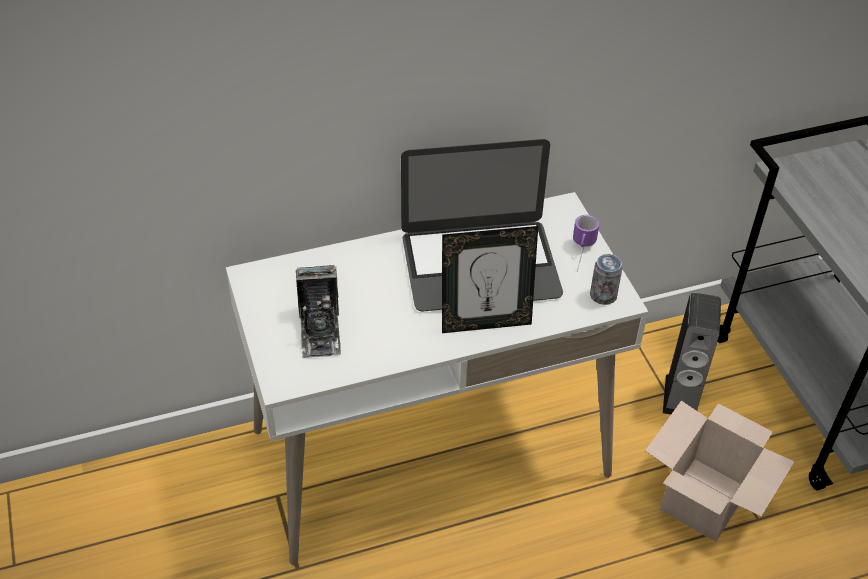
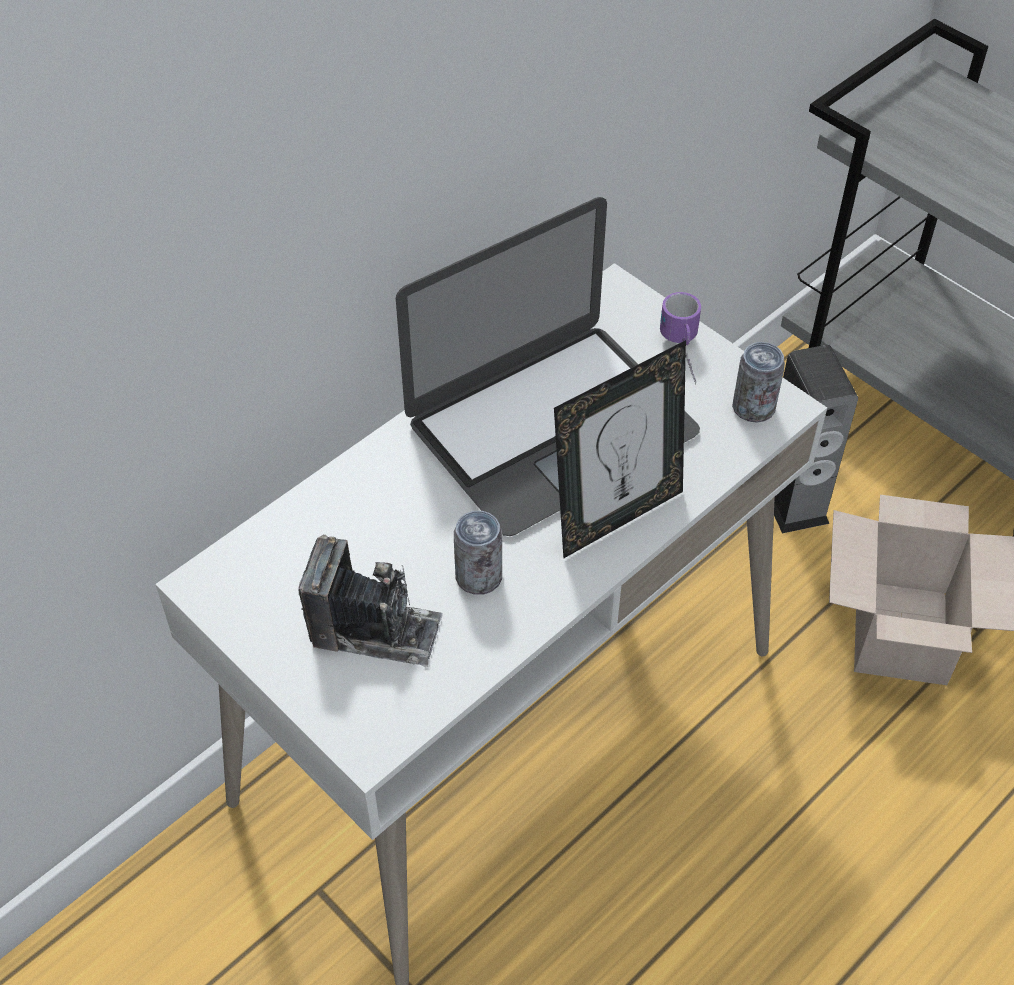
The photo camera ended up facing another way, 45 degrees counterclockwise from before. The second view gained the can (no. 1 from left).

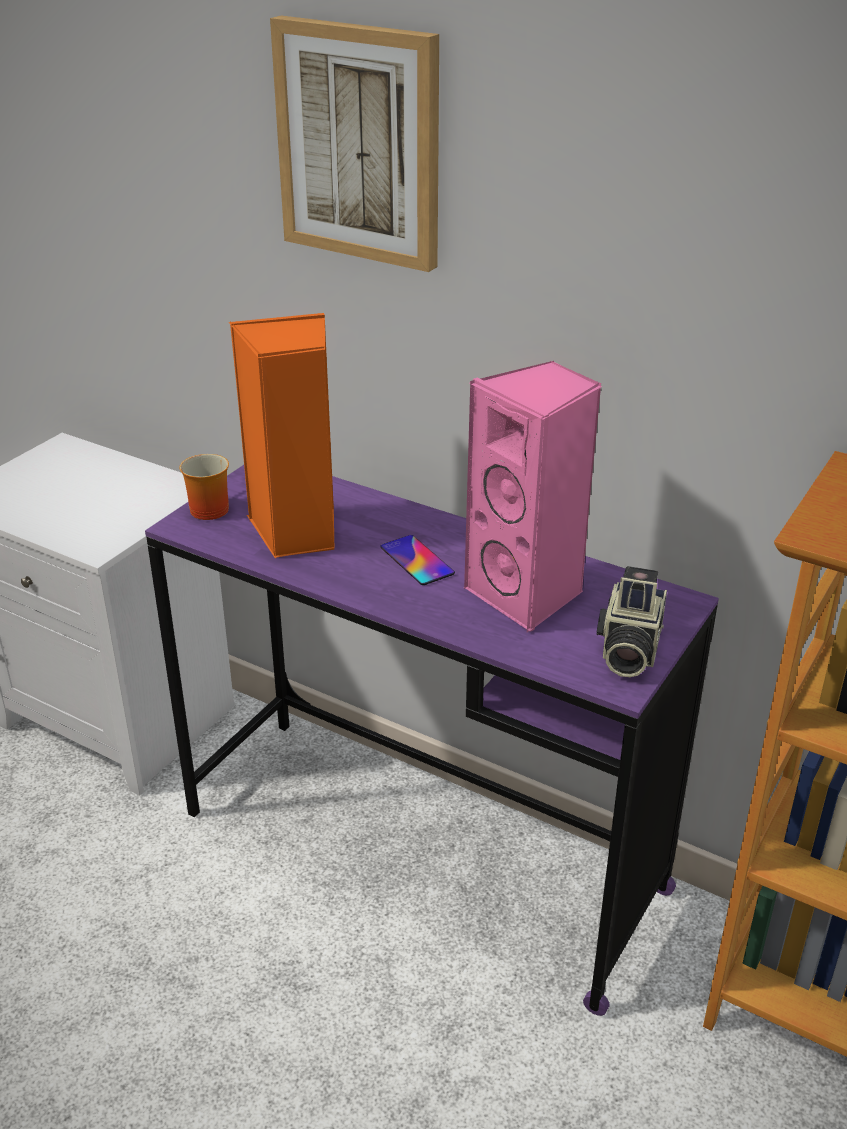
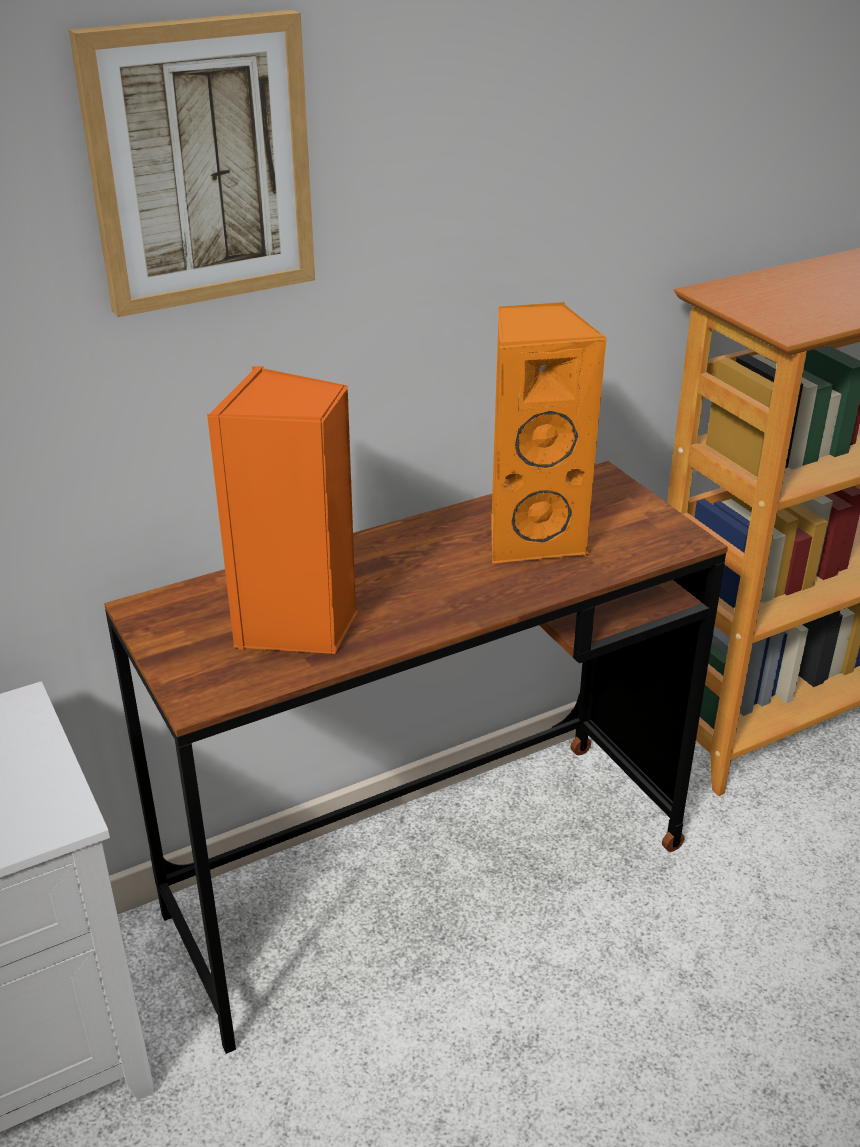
What was the pink speaker turned into the orange speaker (no. 2 from left). The second view lost the coffee mug. What was the purplish desk table turned into the brown desk table. The second view lost the telephone. The second view lost the photo camera.

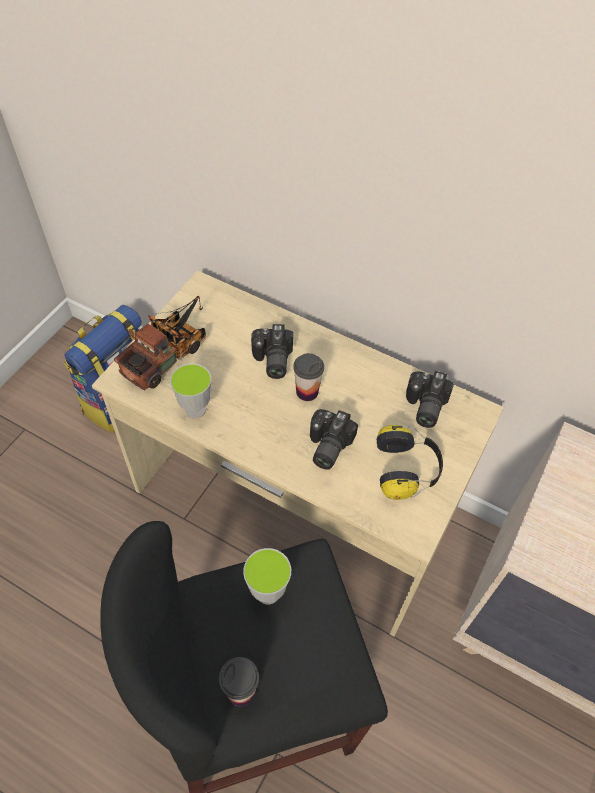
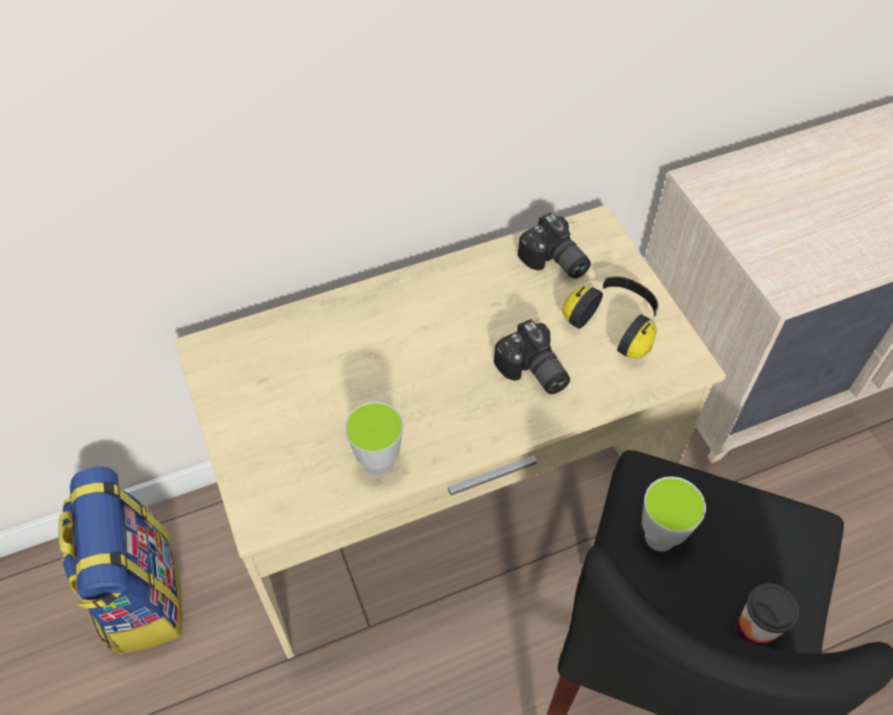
The second view lost the toy lorry. The second view lost the photo camera (no. 1 from left). The second view lost the drinking cup (no. 4 from left).

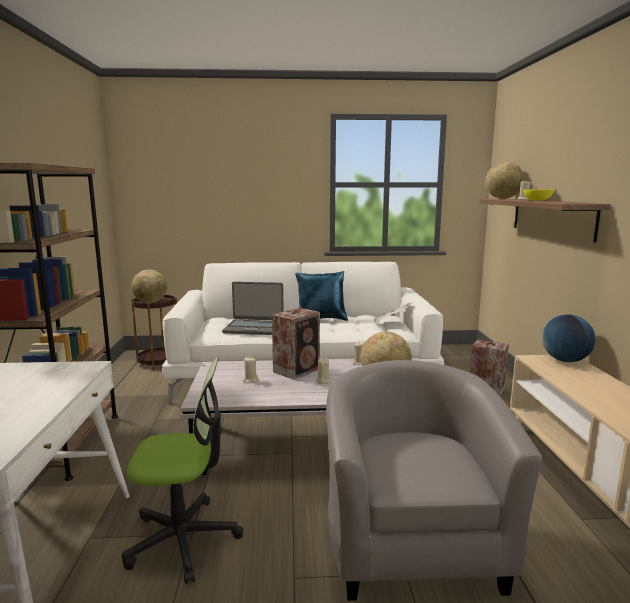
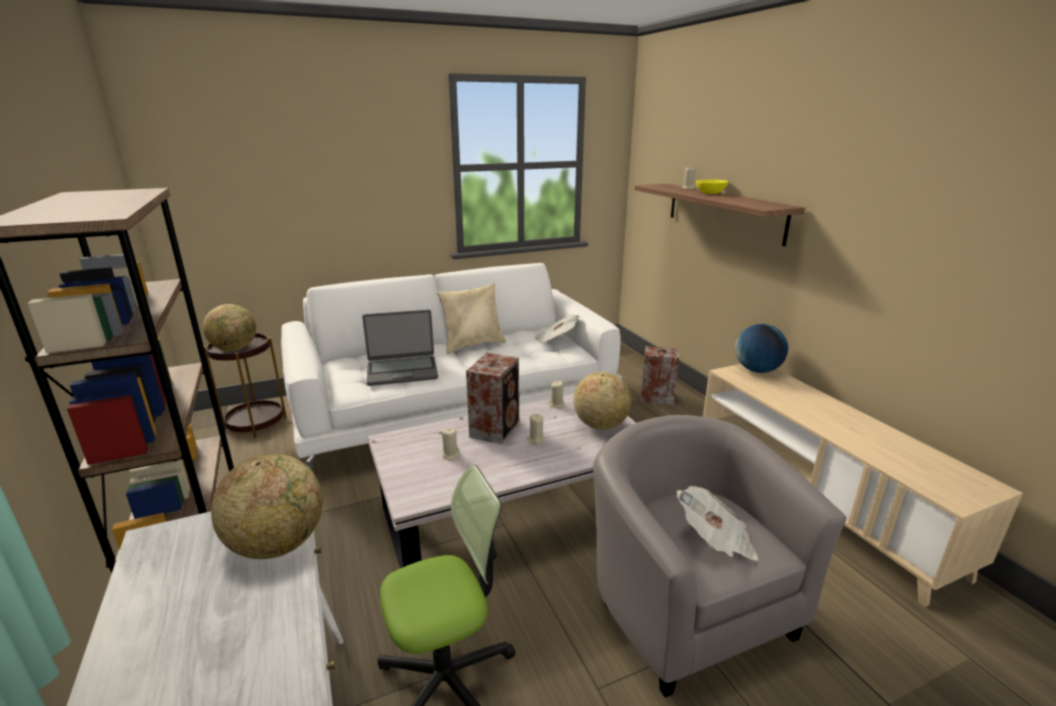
The world globe (no. 3 from left in the first image) ended up elsewhere. What was the blue cushion turned into the sand-coloured cushion. The second view gained the newspaper (no. 2 from left).

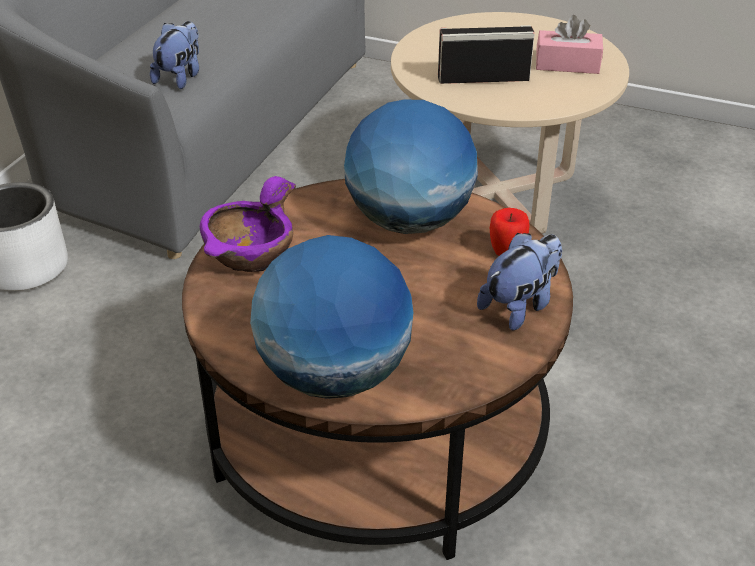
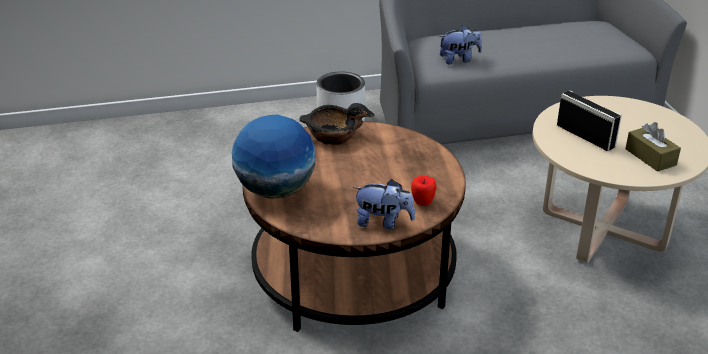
What was the pink tissue holder turned into the brown tissue holder. The second view lost the world globe (no. 2 from left). What was the purplish bowl turned into the black-coloured bowl.

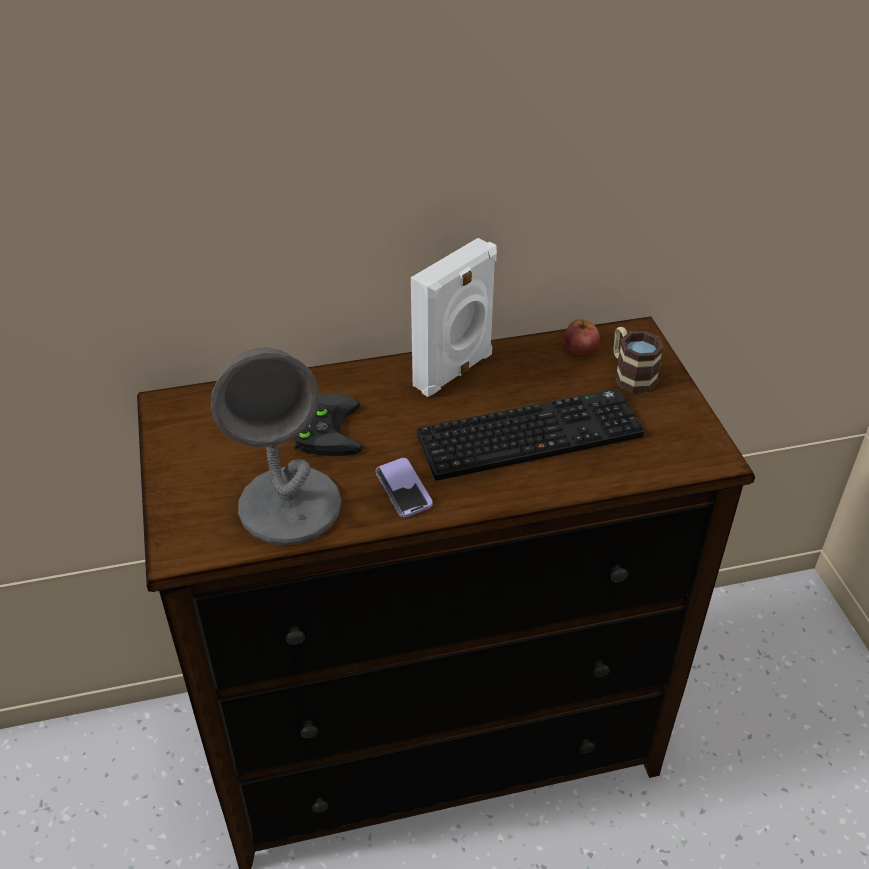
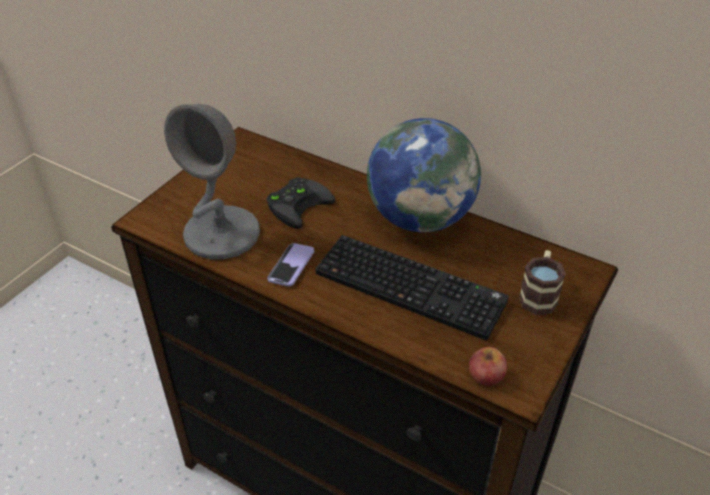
Where the white speaker stood, the world globe came to stand. The whole apple ended up elsewhere.

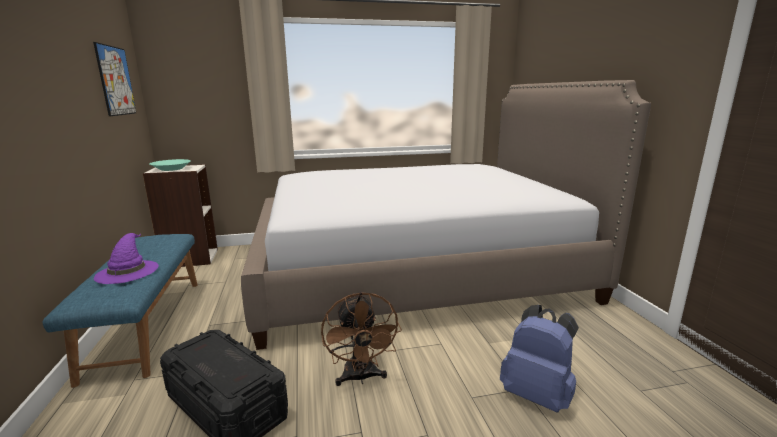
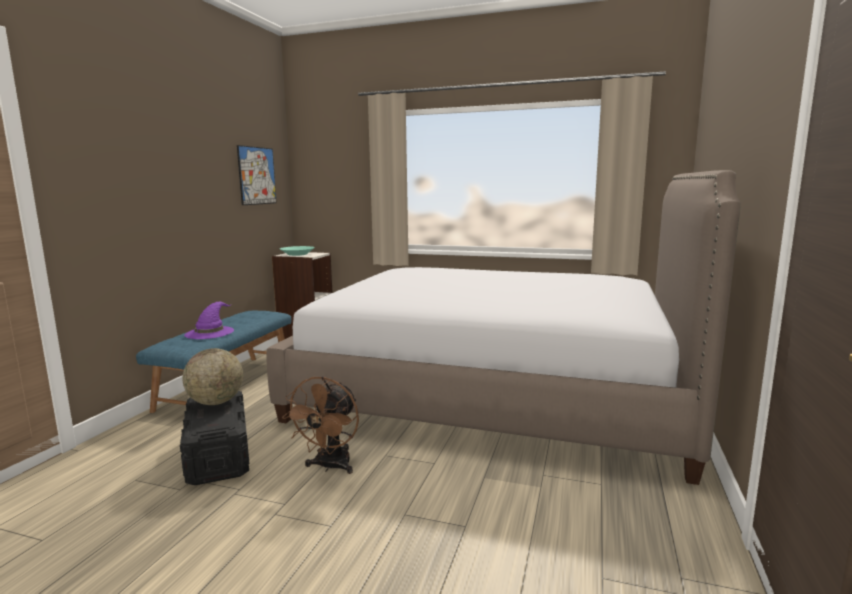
The second view lost the blue backpack. The second view gained the world globe.

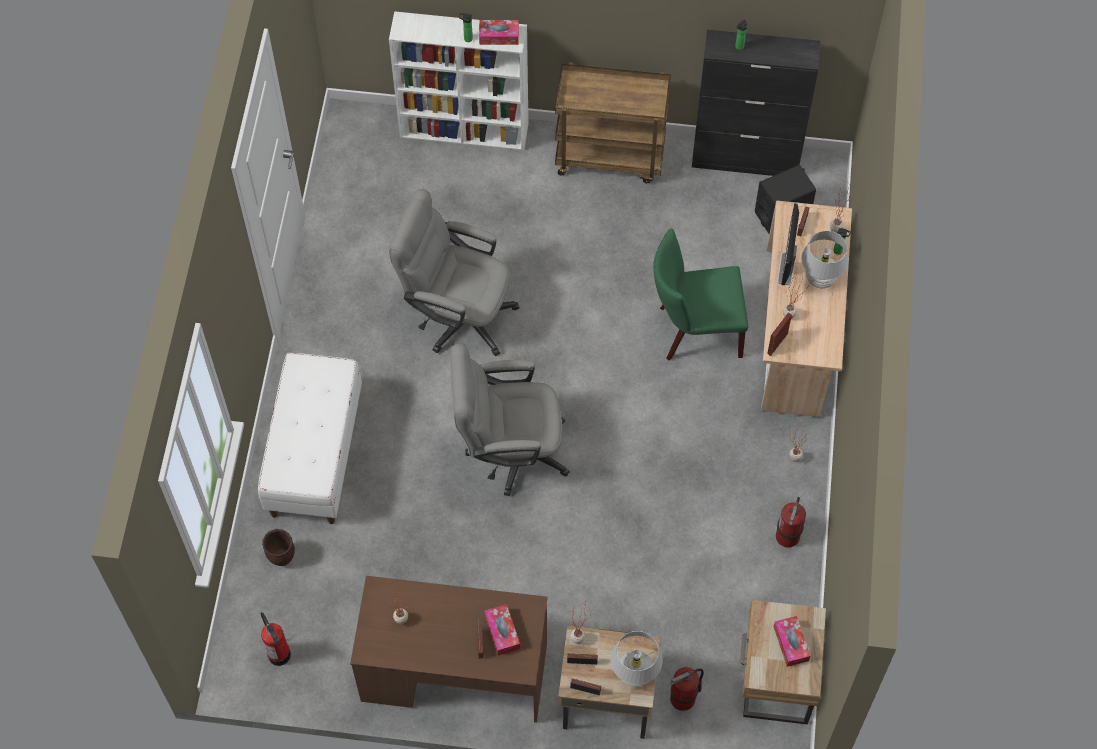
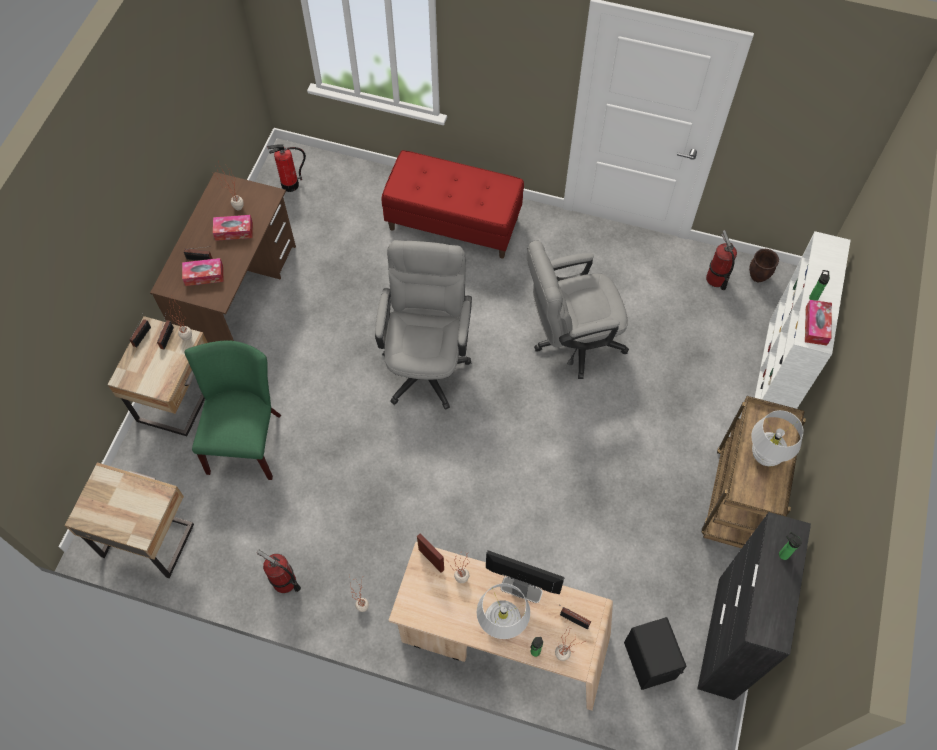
The greyish computer chair (no. 1 from left in the first image) ended up facing another way, 135 degrees counterclockwise from before. The green-coloured plain chair ended up elsewhere. What was the white long seat turned into the red-coloured long seat. The brown plant pot ended up elsewhere. The tissue holder (no. 3 from left in the first image) ended up elsewhere. The white table lamp (no. 1 from left in the first image) ended up elsewhere. The extinguisher (no. 2 from left in the first image) ended up elsewhere.

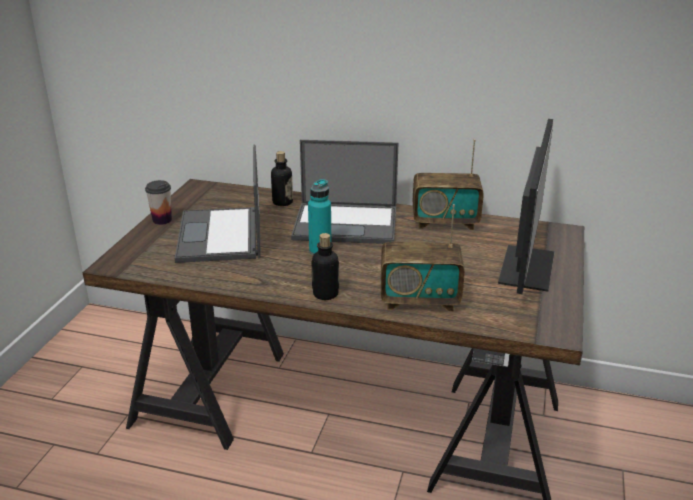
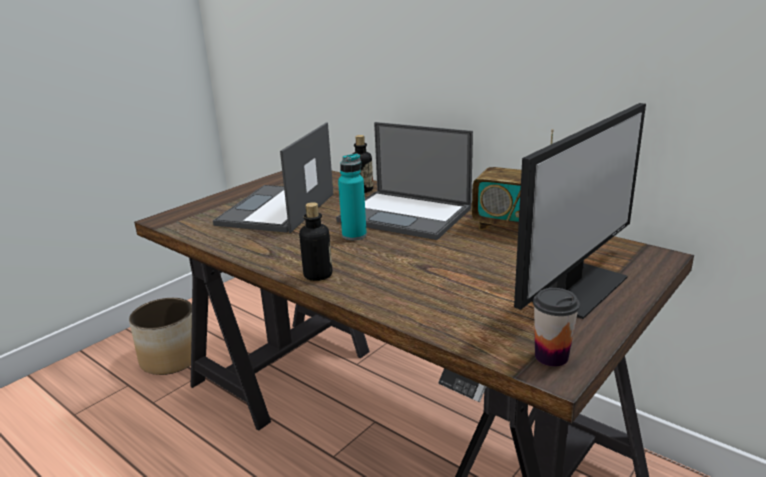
The drinking cup ended up elsewhere. The second view lost the radio receiver (no. 1 from left). The second view gained the plant pot.

